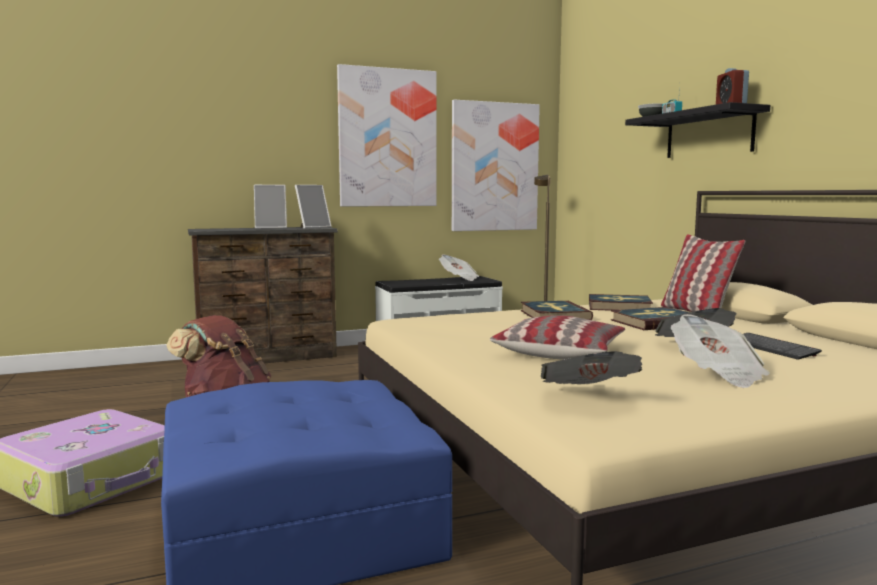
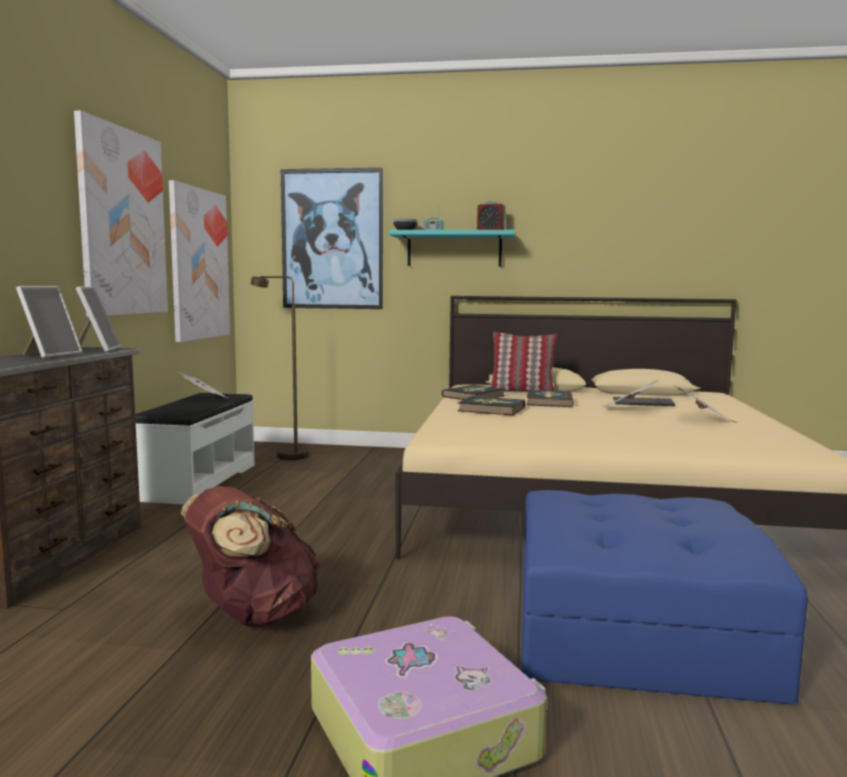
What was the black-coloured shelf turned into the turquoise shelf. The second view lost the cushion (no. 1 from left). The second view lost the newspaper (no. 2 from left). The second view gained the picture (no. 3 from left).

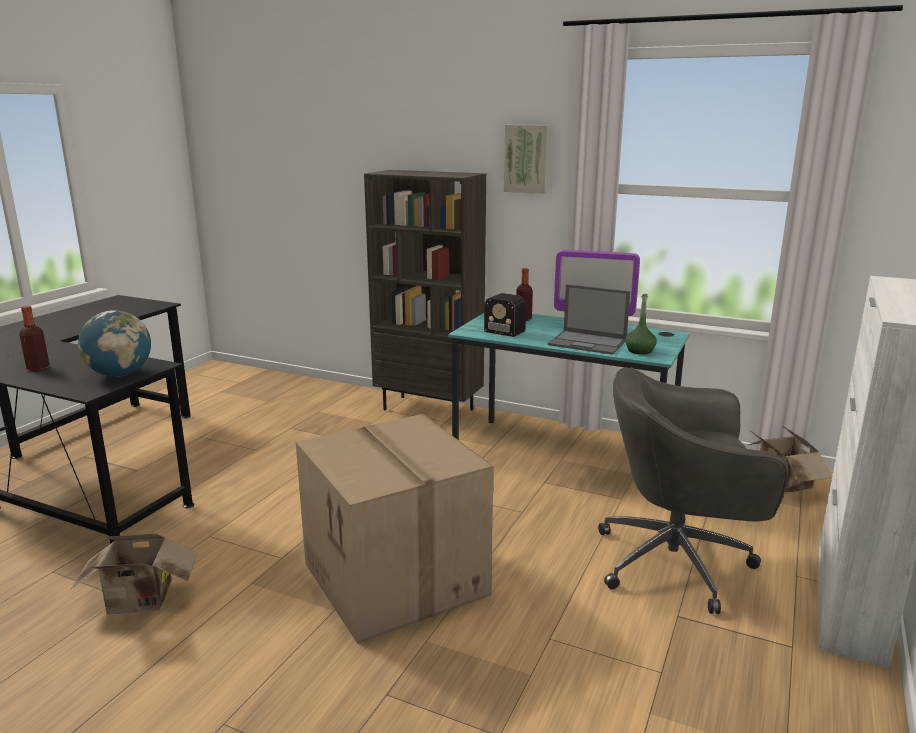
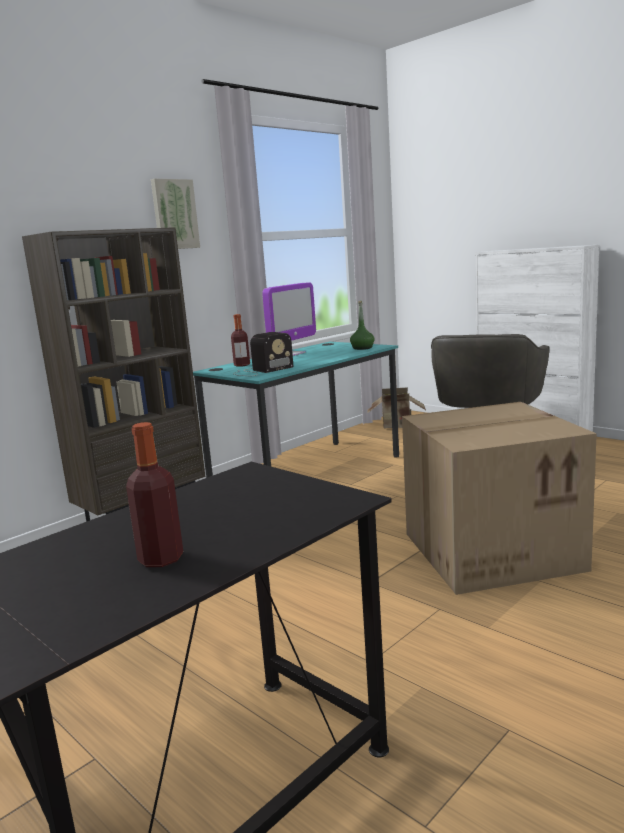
The second view lost the notebook computer. The second view lost the world globe. The second view lost the cardboard box (no. 1 from left).

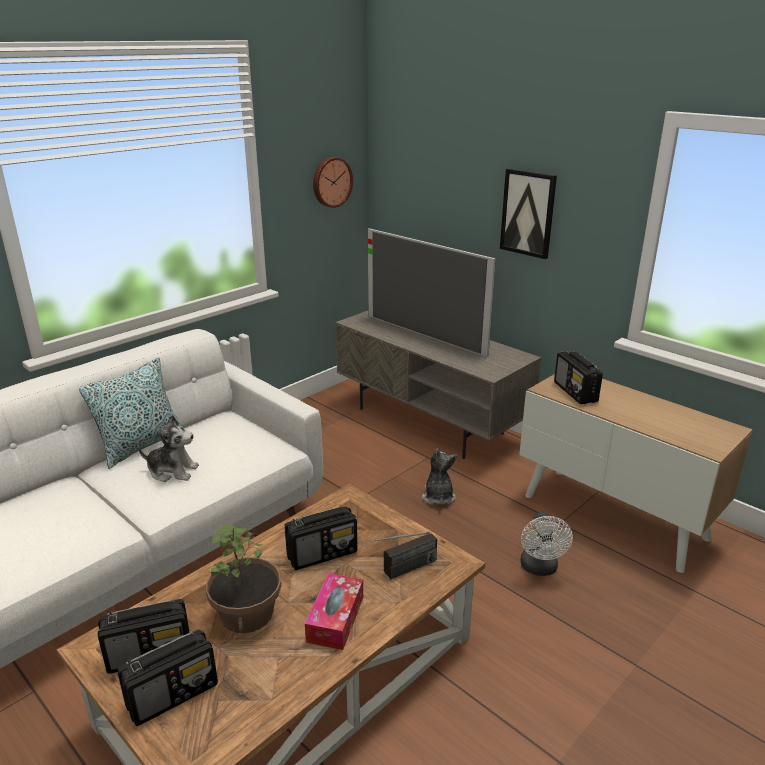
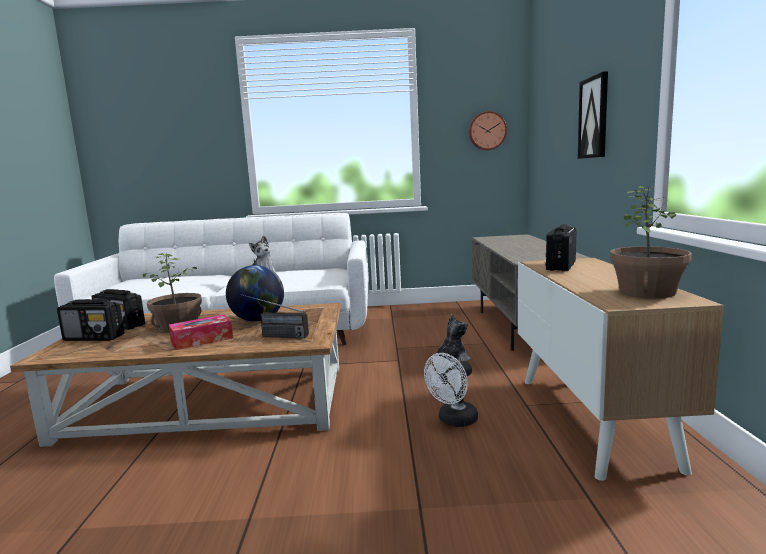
The second view lost the TV set. The second view lost the cushion. Where the radio receiver (no. 3 from left) stood, the world globe came to stand. The second view gained the houseplant (no. 2 from left).

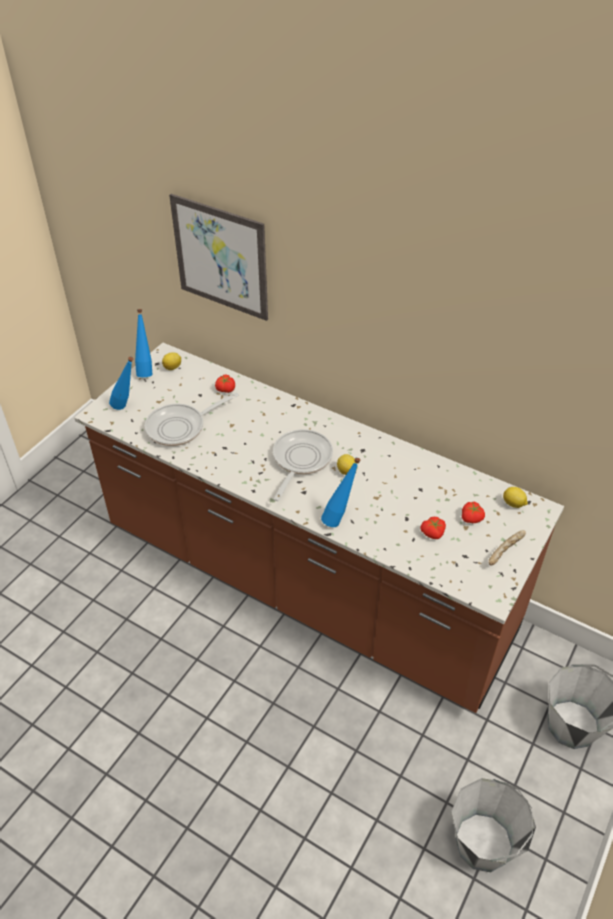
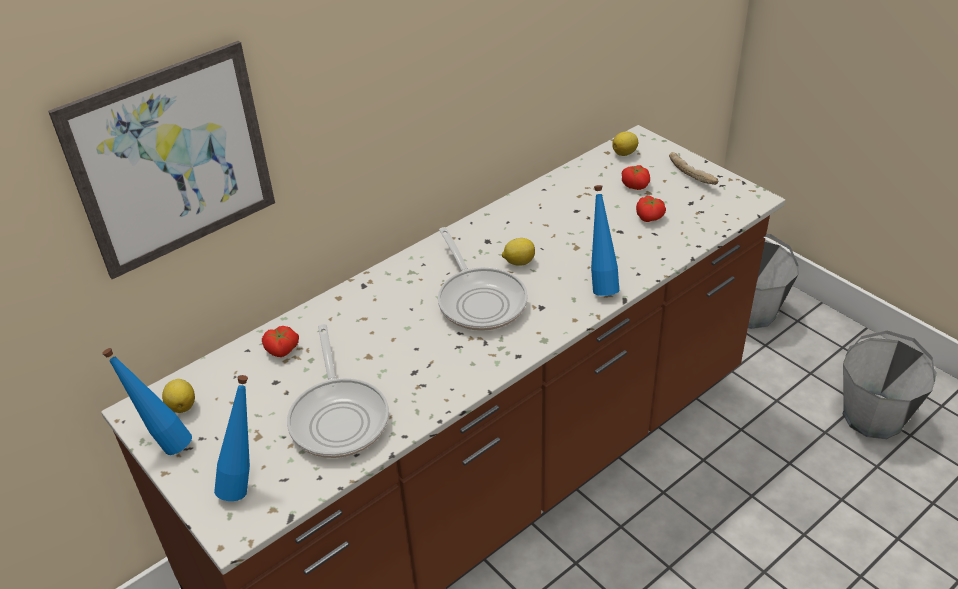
The pan (no. 2 from left) ended up facing another way, 150 degrees counterclockwise from before.

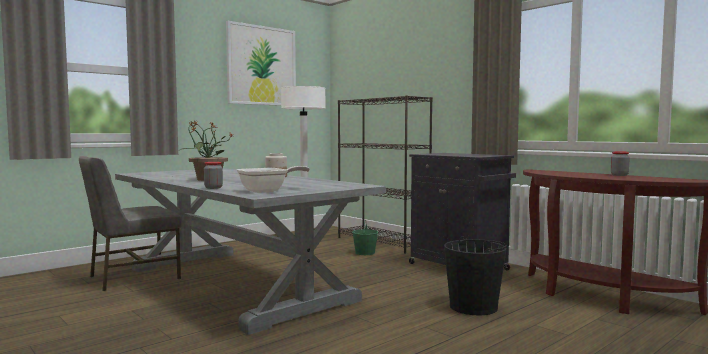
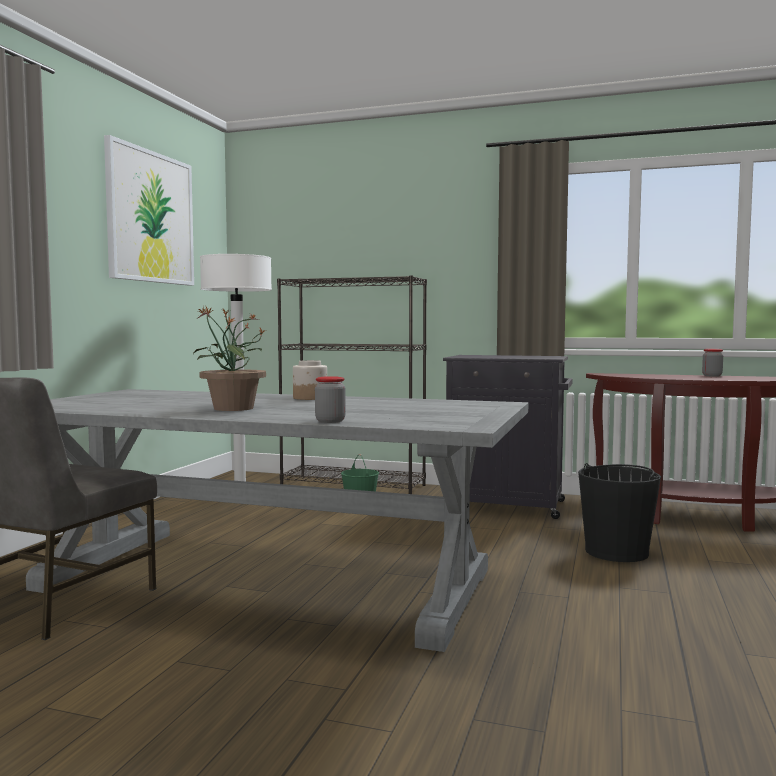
The second view lost the pan.

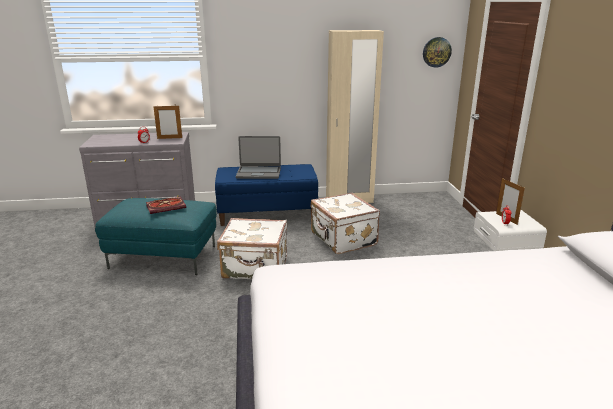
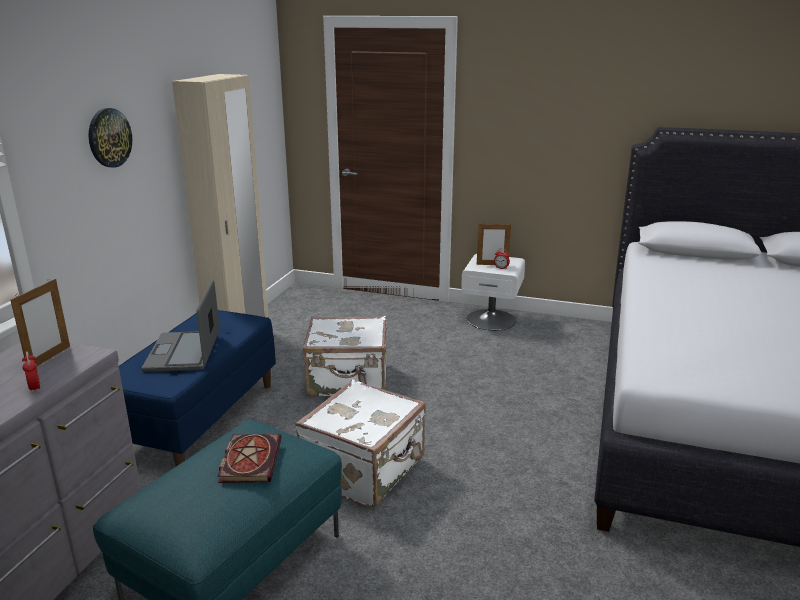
The hanging clock ended up elsewhere. The notebook computer ended up facing another way, 150 degrees clockwise from before.

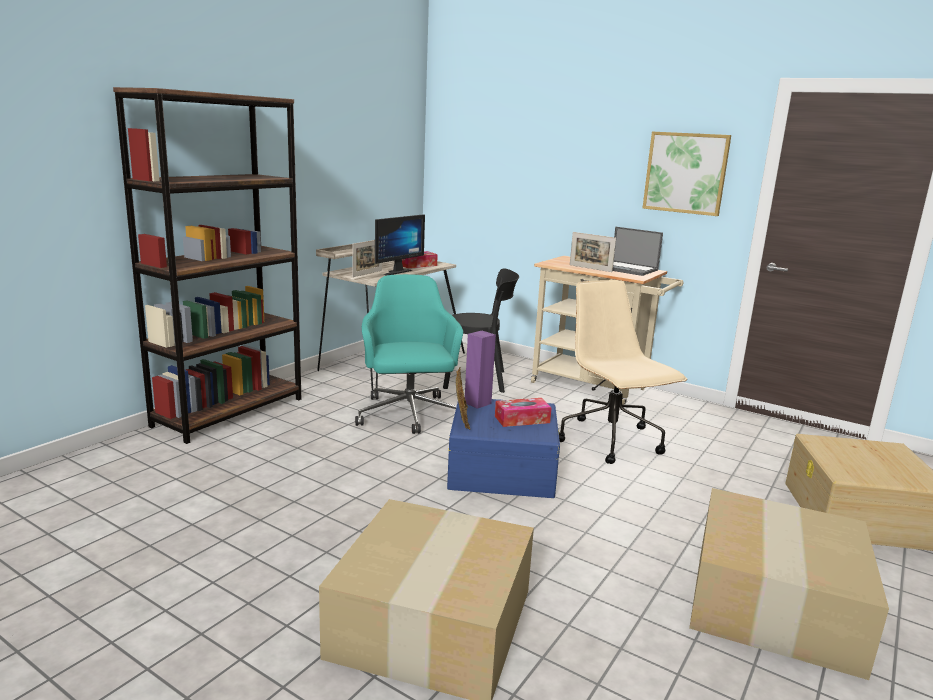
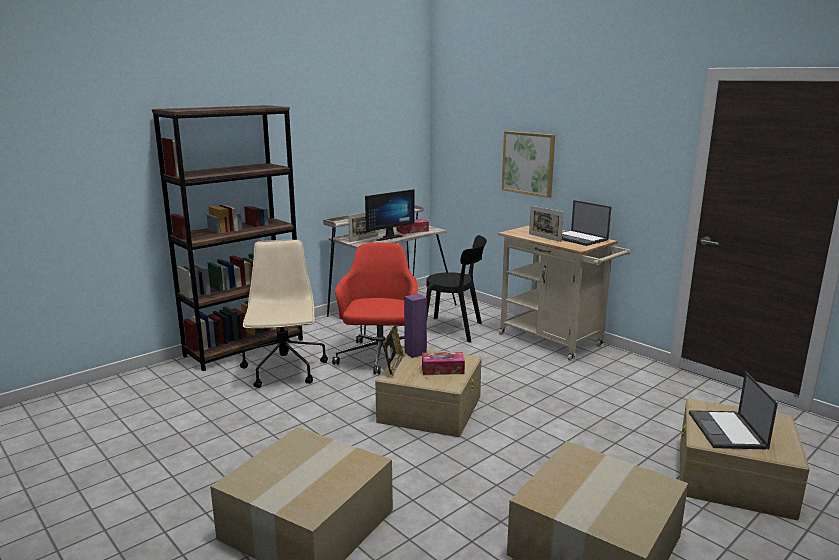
The picture ended up elsewhere. What was the turquoise computer chair turned into the red-coloured computer chair. The sand-coloured computer chair ended up elsewhere. What was the blue storage bin turned into the sand-coloured storage bin (no. 1 from left). The second view gained the notebook computer (no. 2 from left).

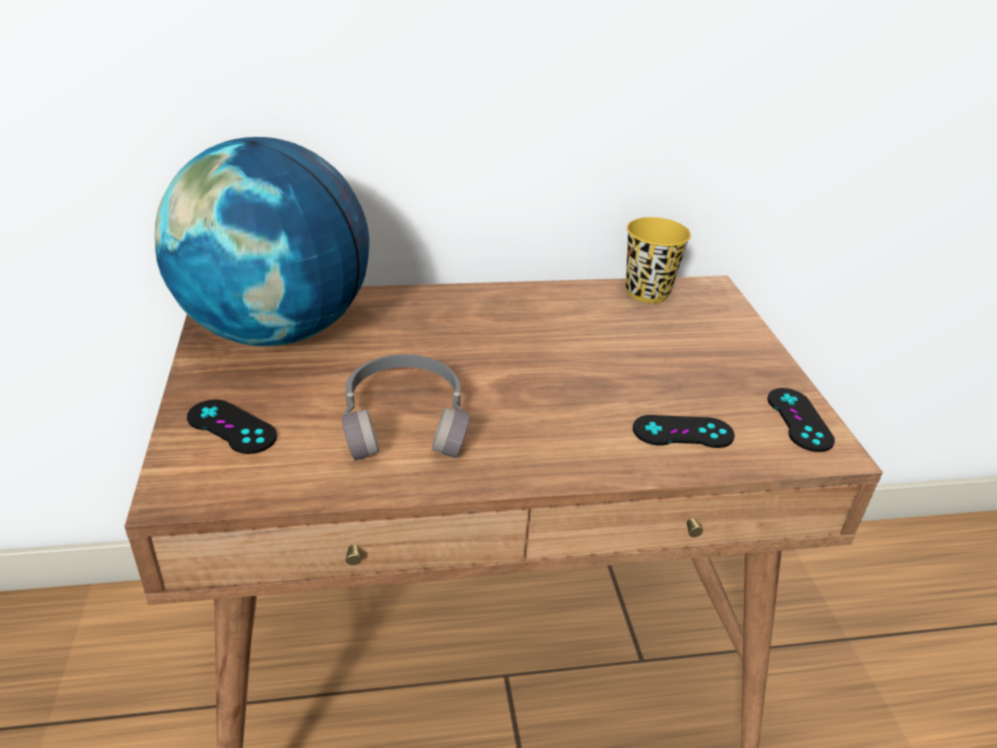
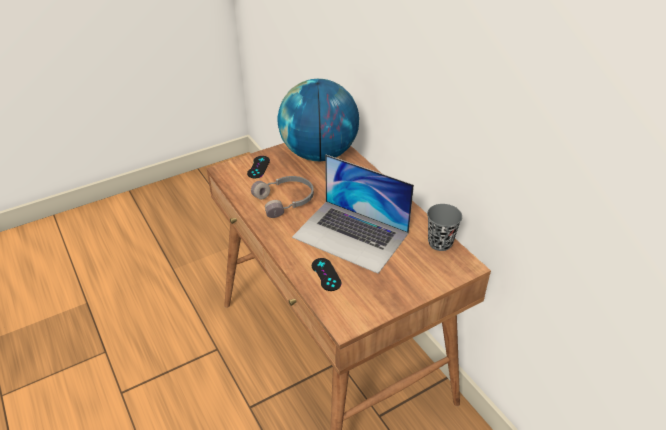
What was the yellow-coloured drinking cup turned into the greyish drinking cup. The second view lost the black-coloured game controller (no. 3 from left). The second view gained the notebook computer.

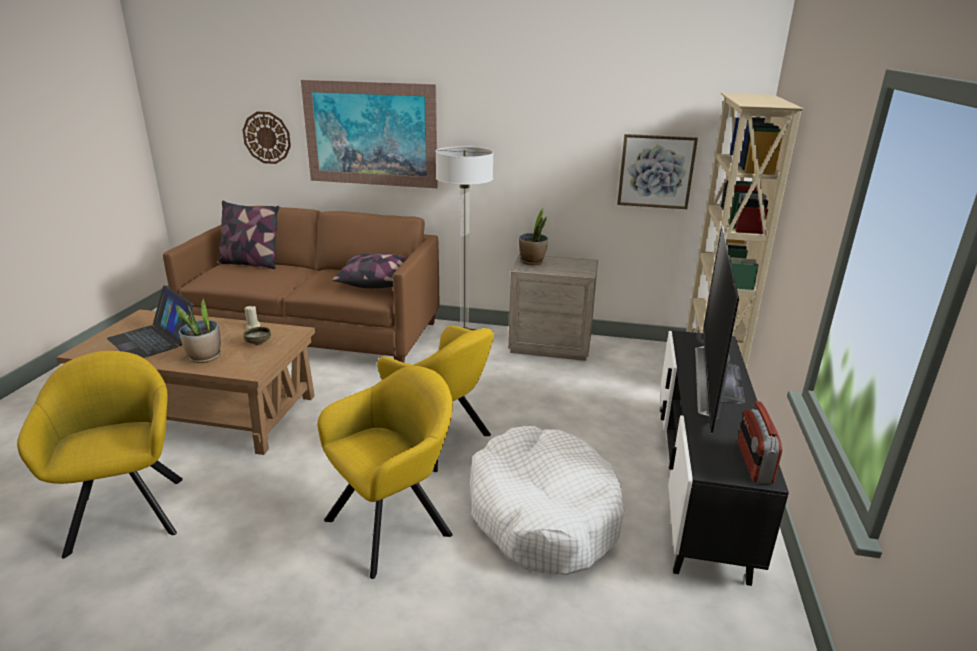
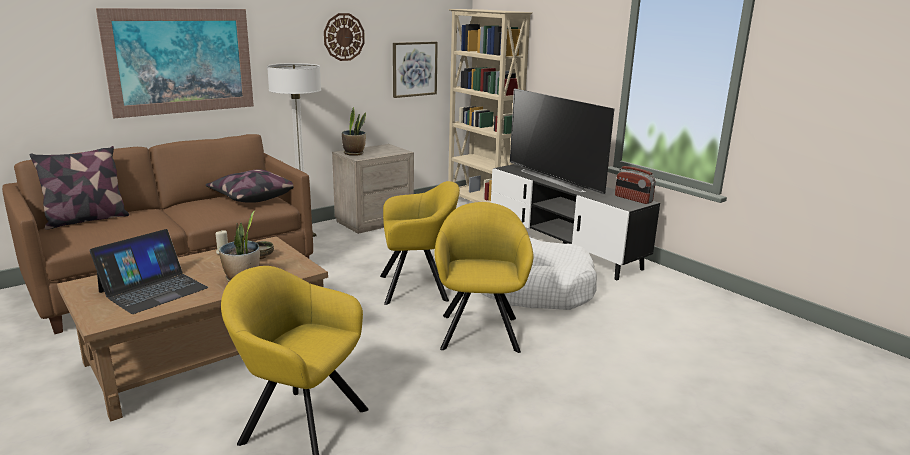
The hanging clock ended up elsewhere. The notebook computer ended up facing another way, 45 degrees counterclockwise from before.

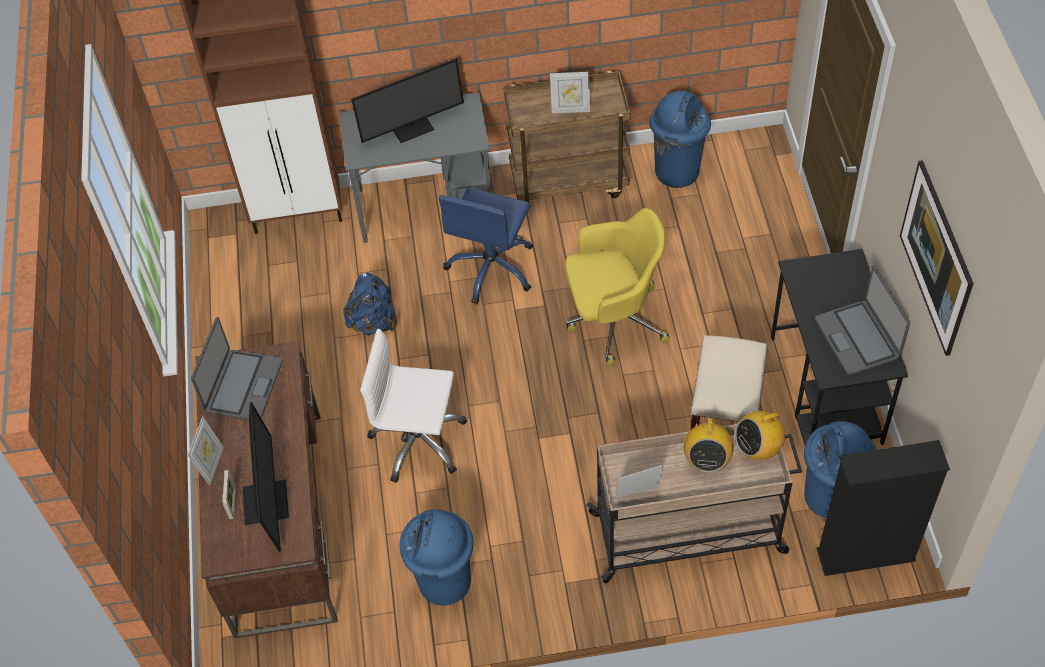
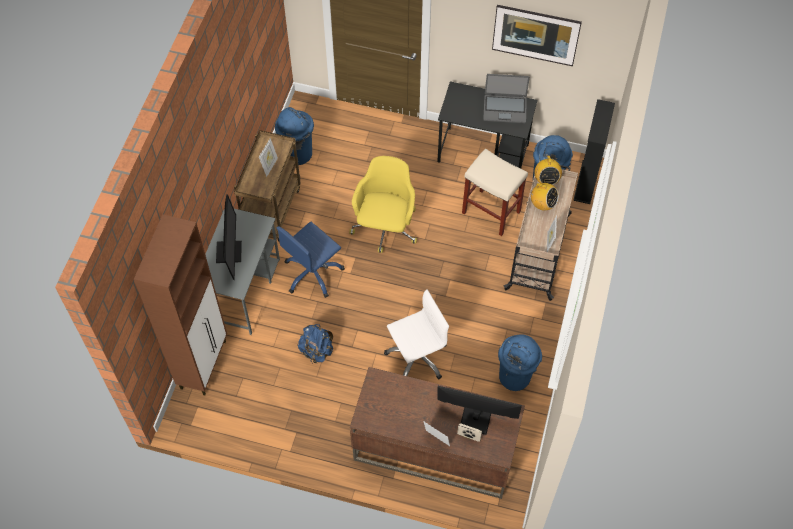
The blue computer chair ended up facing another way, 90 degrees clockwise from before. The second view lost the notebook computer (no. 1 from left). The white computer chair ended up facing another way, 150 degrees counterclockwise from before.

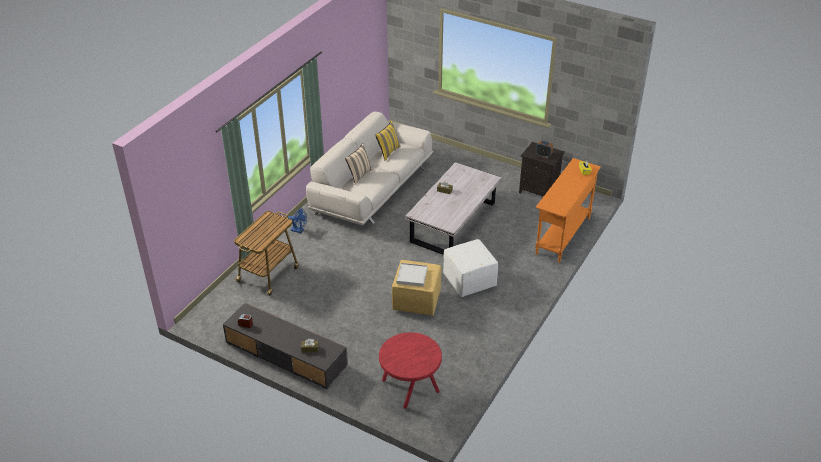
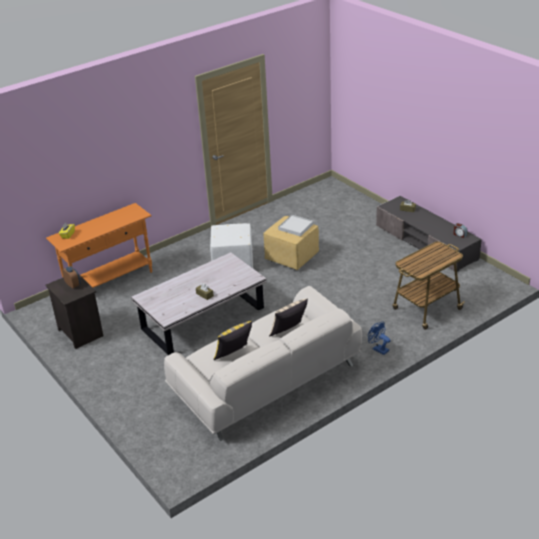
The second view lost the red-coloured accent table.

